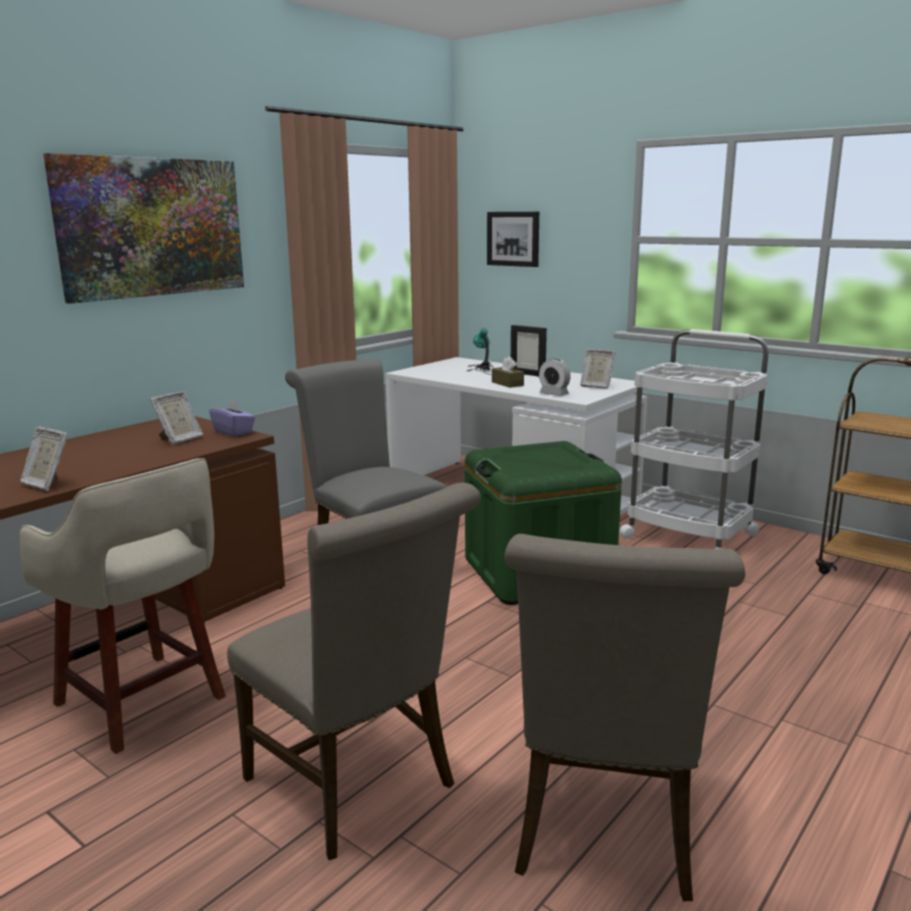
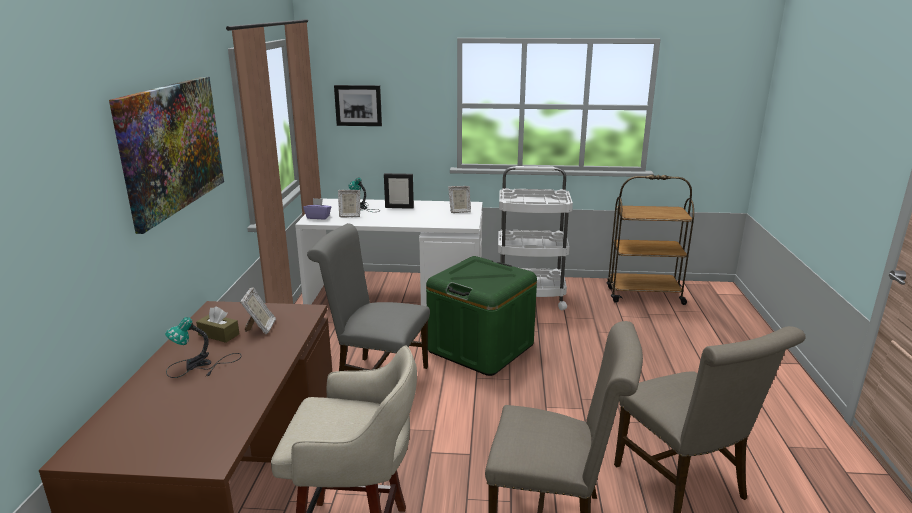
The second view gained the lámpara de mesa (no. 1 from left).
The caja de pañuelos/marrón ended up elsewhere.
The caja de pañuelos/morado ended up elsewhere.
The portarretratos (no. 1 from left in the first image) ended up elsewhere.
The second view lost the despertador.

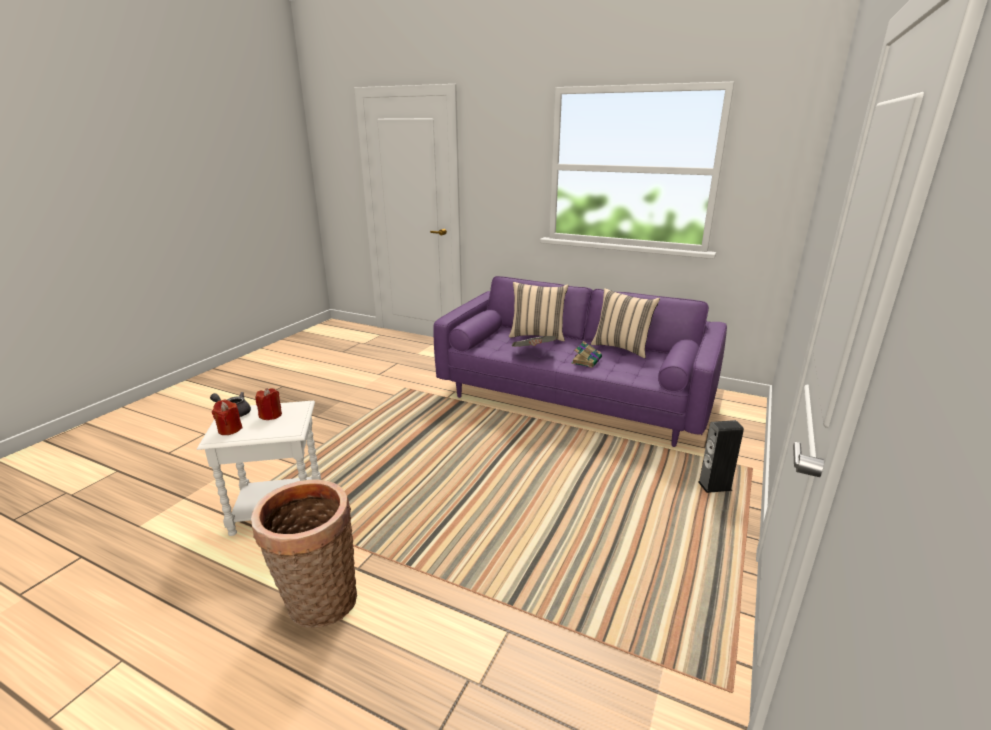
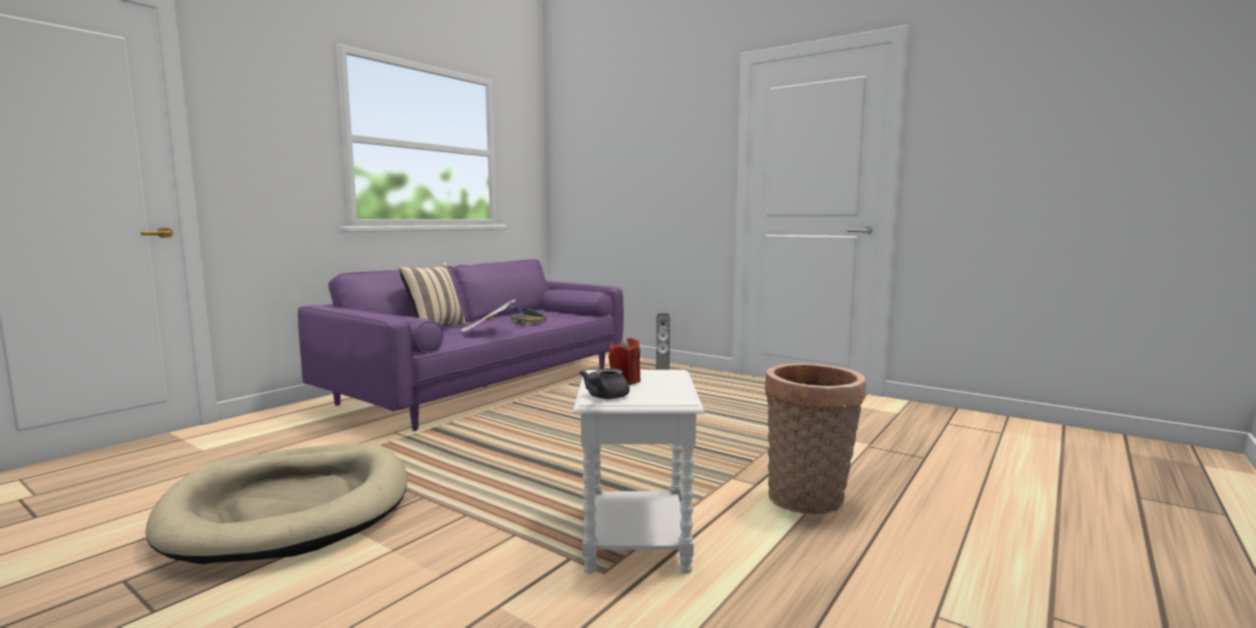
The second view gained the cama para perro/beis.
The second view lost the vela/rojo (no. 1 from left).
The second view lost the cojín/beis (no. 2 from left).

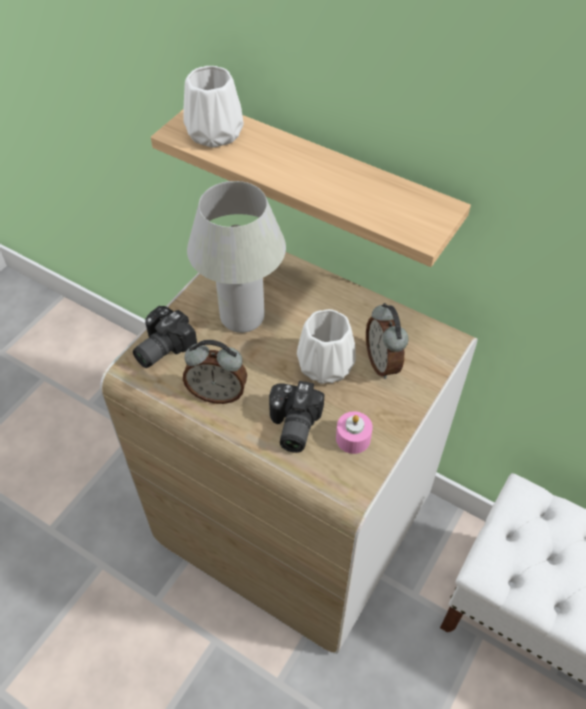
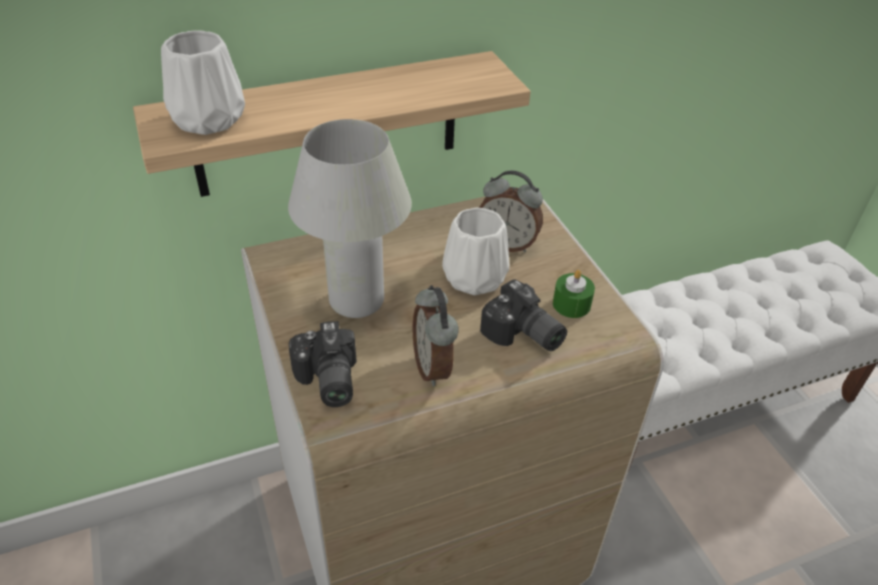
The despertador (no. 1 from left) ended up facing another way, 120 degrees clockwise from before.
What was the vela/rosa turned into the vela/verde.

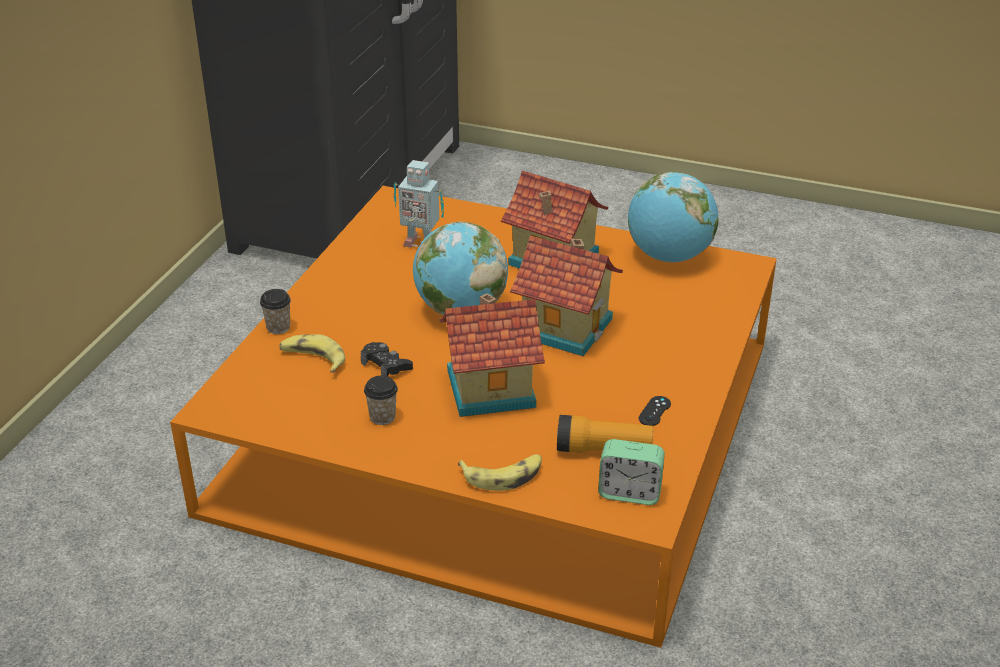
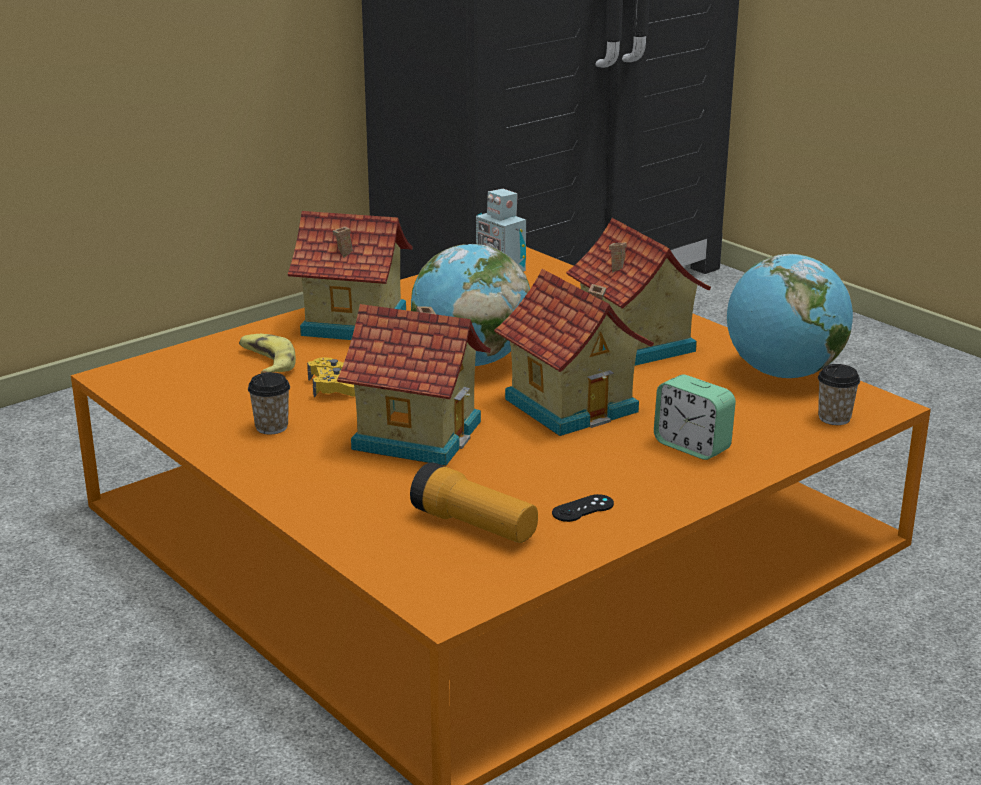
The second view gained the casita (no. 1 from left).
What was the mando de consola/negro (no. 1 from left) turned into the mando de consola/amarillo.
The despertador ended up elsewhere.
The taza (no. 1 from left in the first image) ended up elsewhere.
The second view lost the plátano (no. 2 from left).

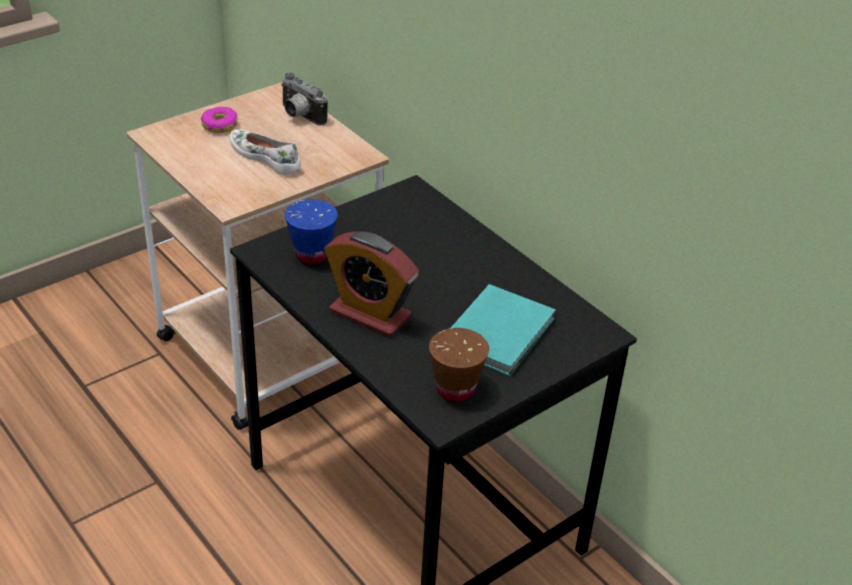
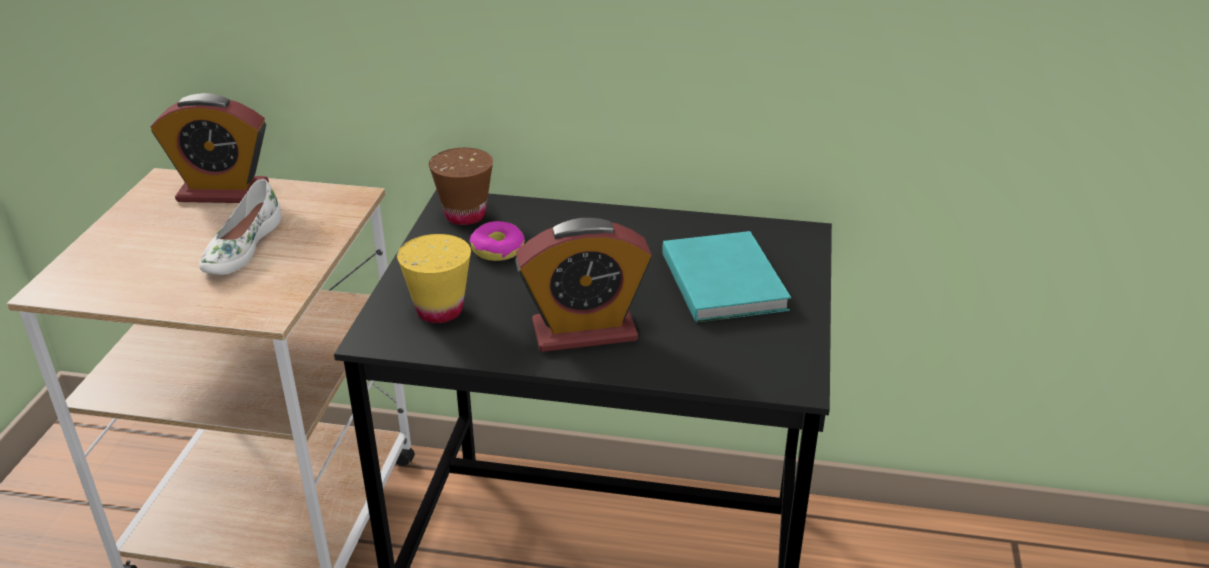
Where the cámara stood, the despertador (no. 1 from left) came to stand.
The zapato/blanco ended up facing another way, 75 degrees counterclockwise from before.
What was the taza/azul turned into the taza/amarillo.
The taza/marrón ended up elsewhere.
The rosquilla ended up elsewhere.

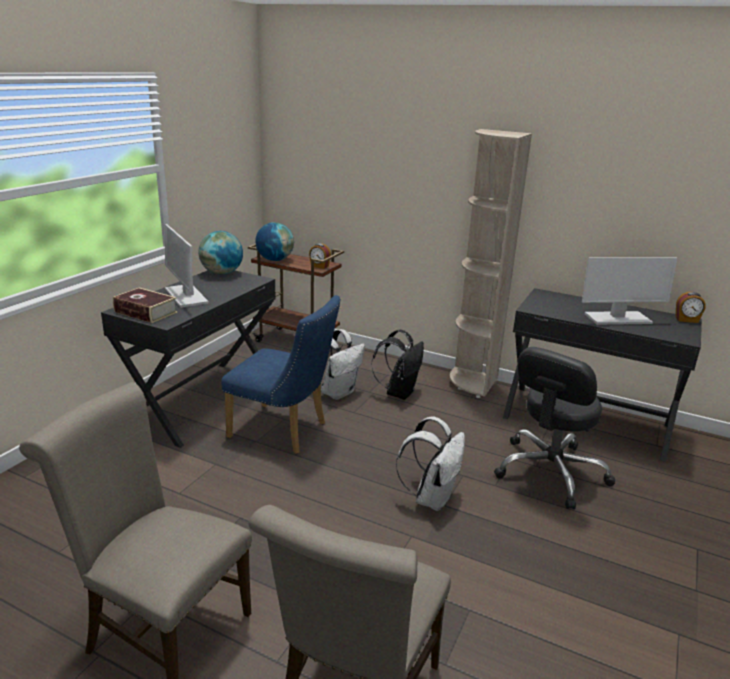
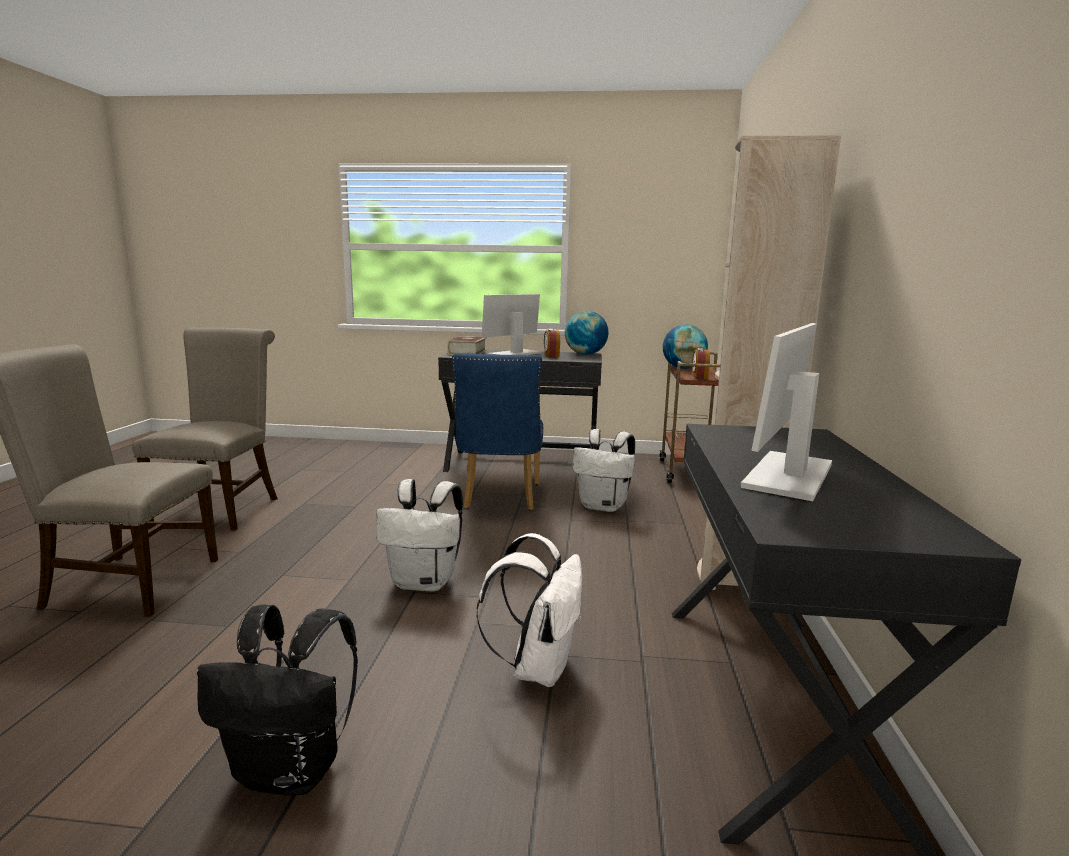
The mochila/negro ended up elsewhere.
Where the silla de oficina/negro stood, the mochila/blanco (no. 2 from left) came to stand.
The despertador (no. 2 from left in the first image) ended up elsewhere.
The monitor (no. 2 from left) ended up facing another way, 60 degrees clockwise from before.

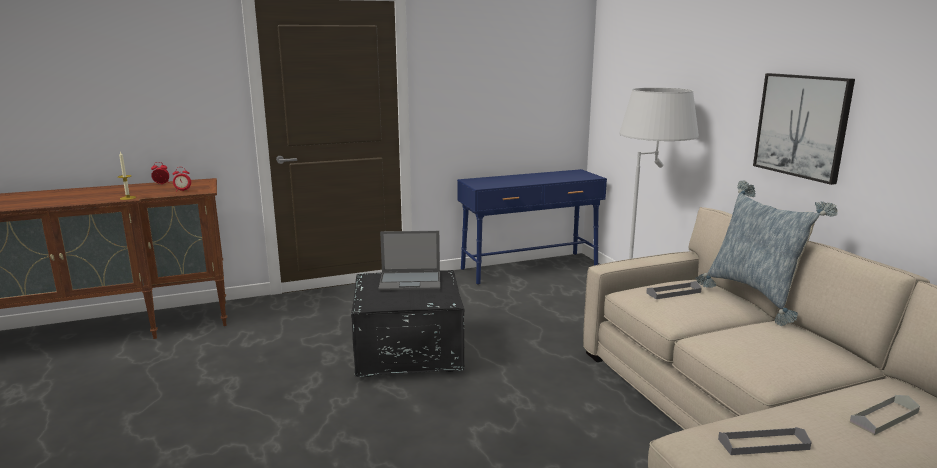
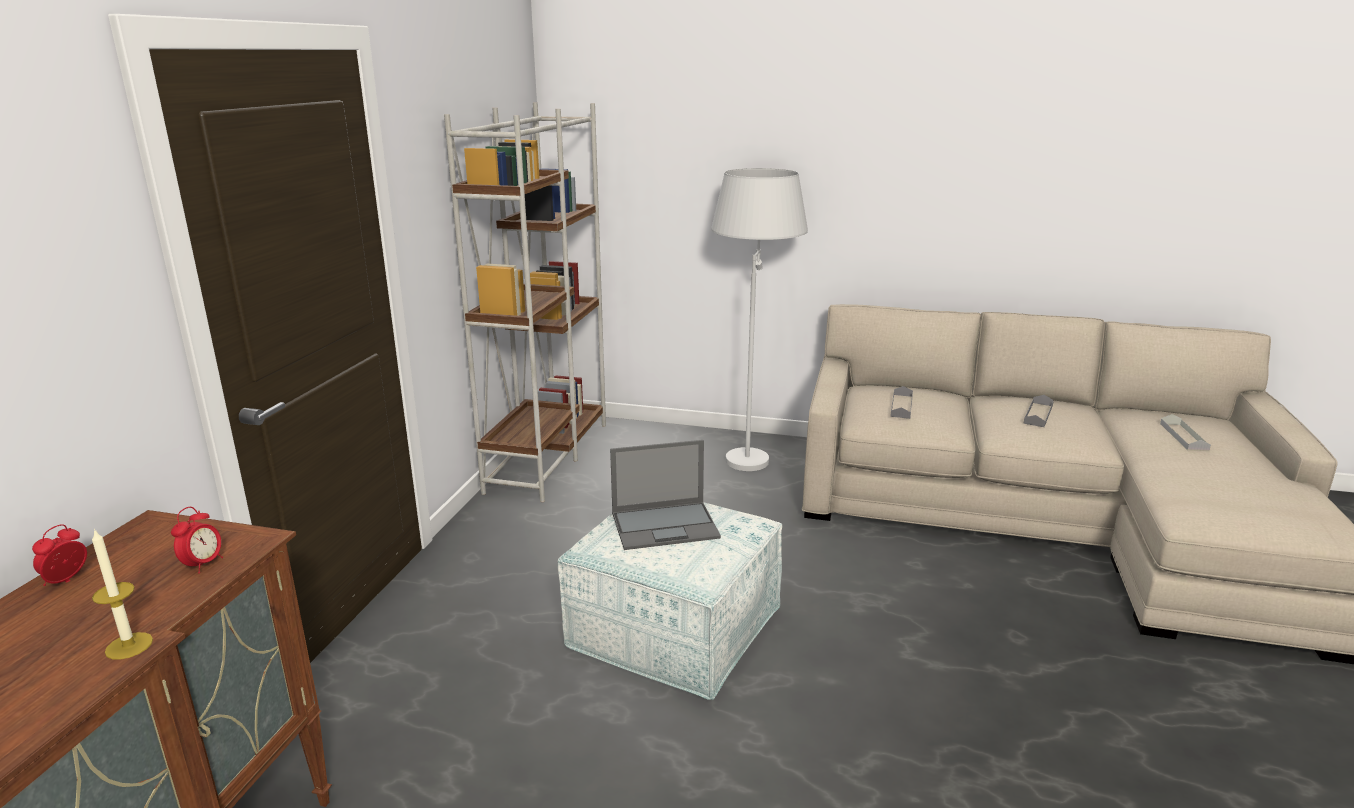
Where the mesa consola/azul stood, the estantería/marrón came to stand.
What was the puf/negro turned into the puf/blanco.
The portátil ended up facing another way, 45 degrees clockwise from before.
The bandeja/gris (no. 2 from left) ended up elsewhere.
The second view lost the cojín.
The second view lost the cuadro.

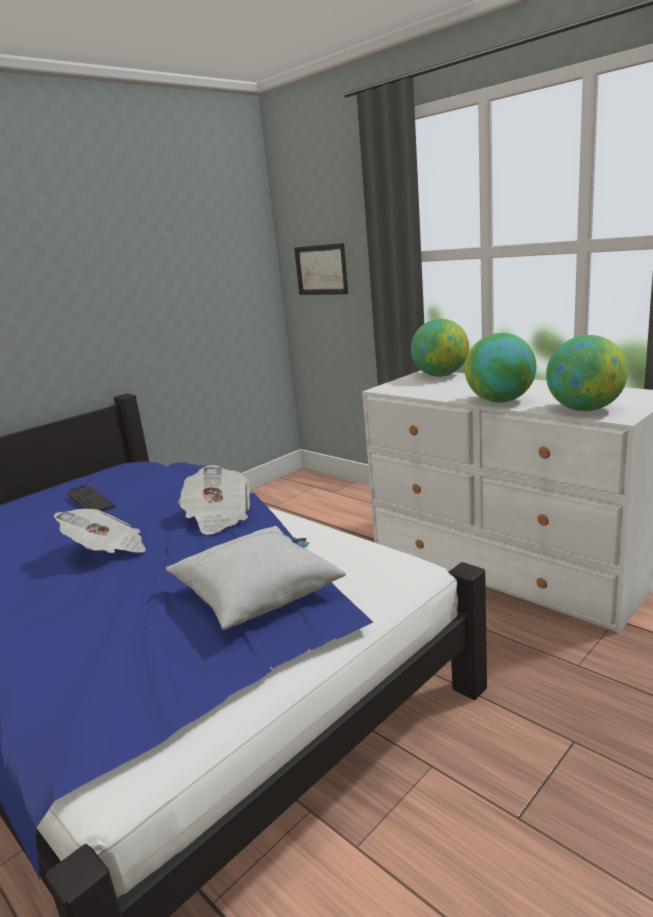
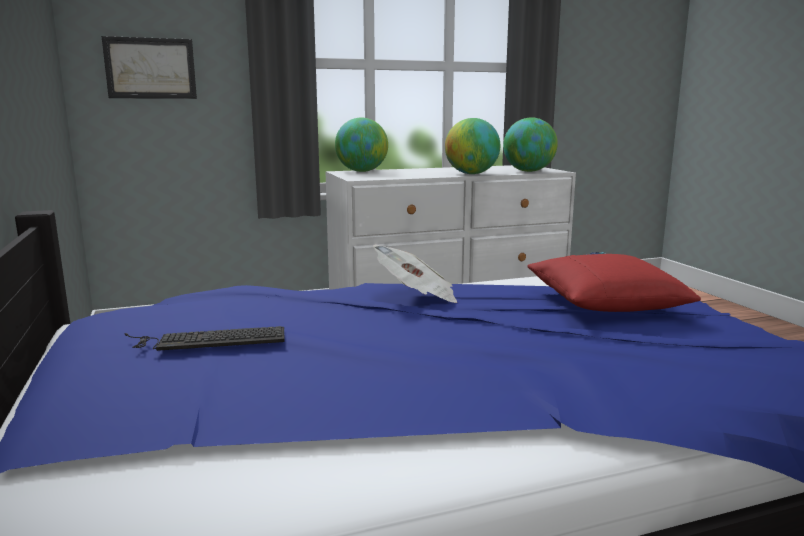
What was the cojín/gris turned into the cojín/rojo.
The second view lost the periódico (no. 1 from left).

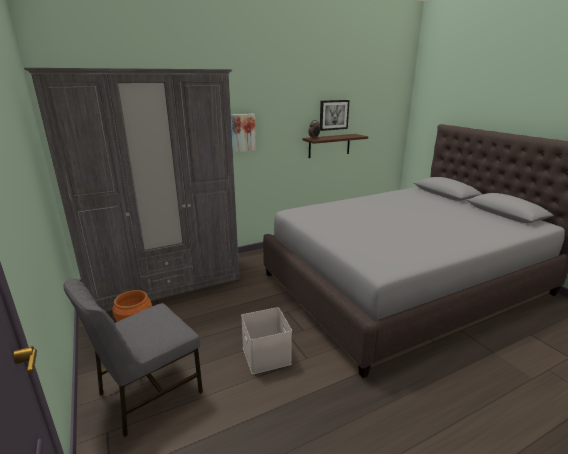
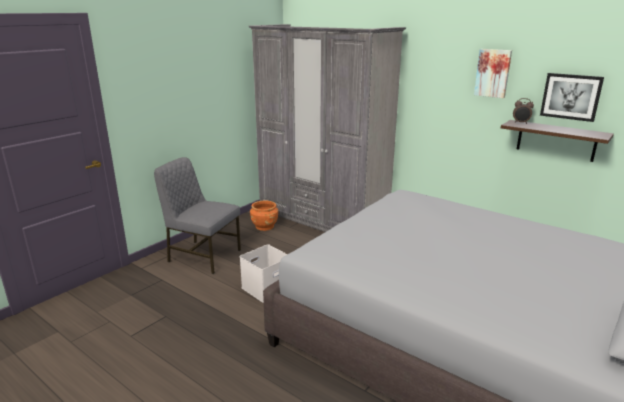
The cuadro (no. 1 from left) ended up elsewhere.

